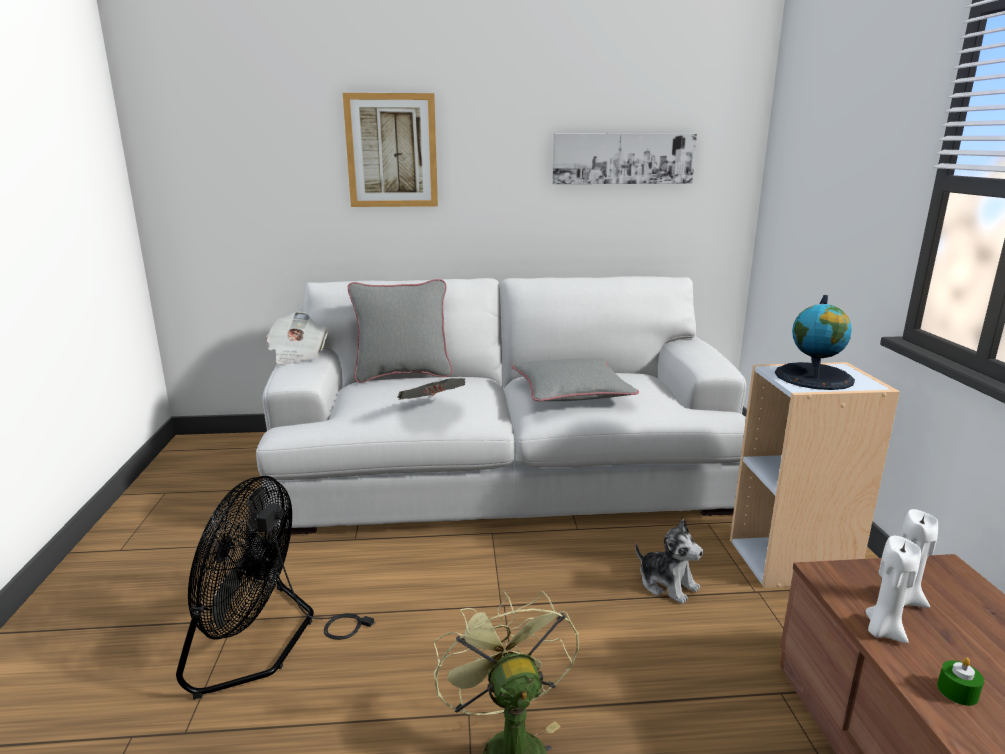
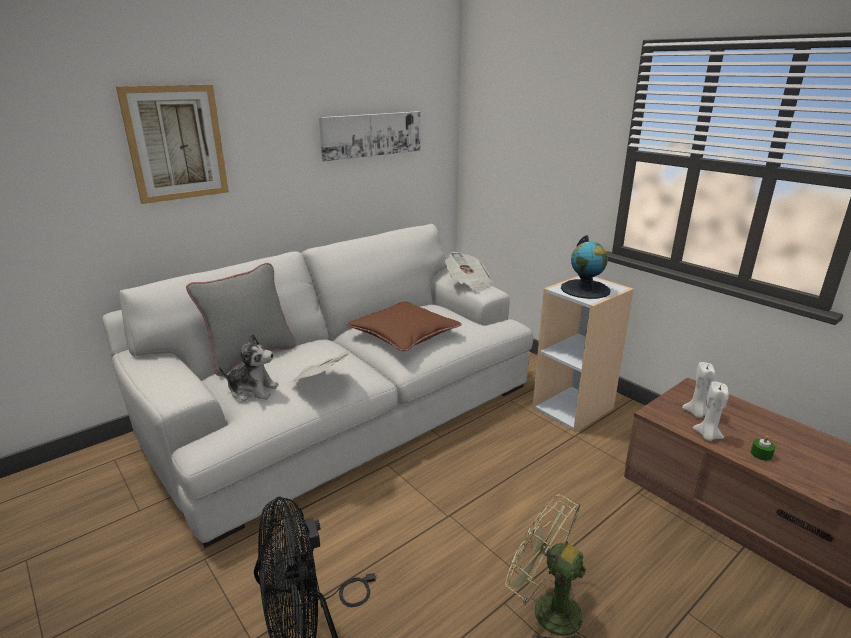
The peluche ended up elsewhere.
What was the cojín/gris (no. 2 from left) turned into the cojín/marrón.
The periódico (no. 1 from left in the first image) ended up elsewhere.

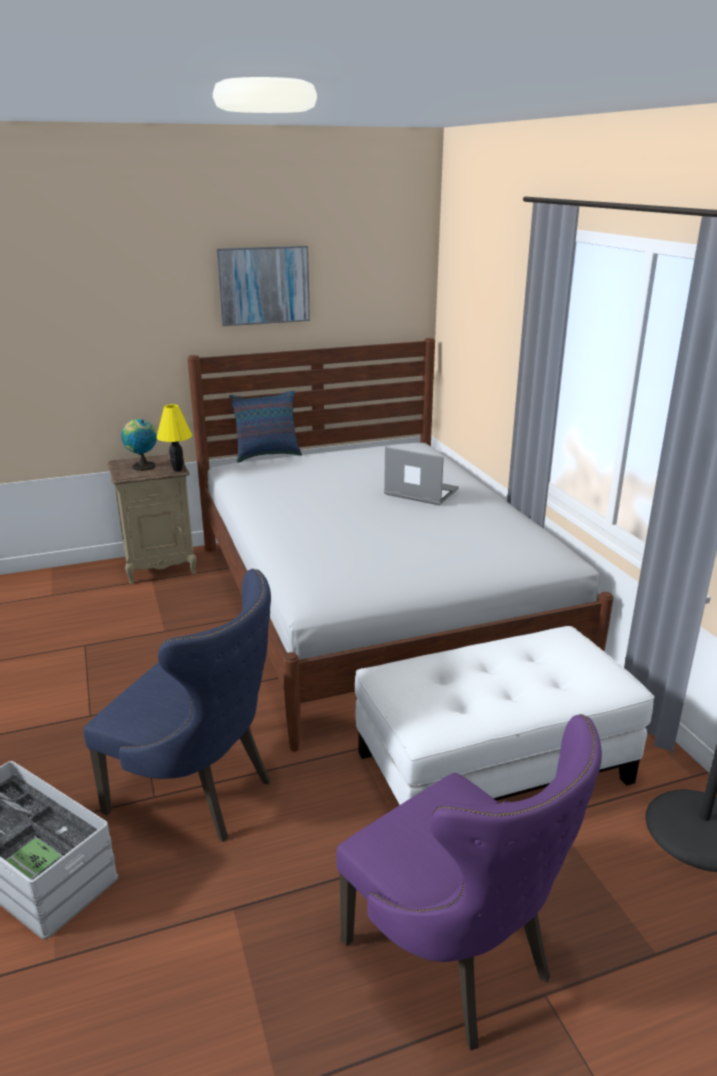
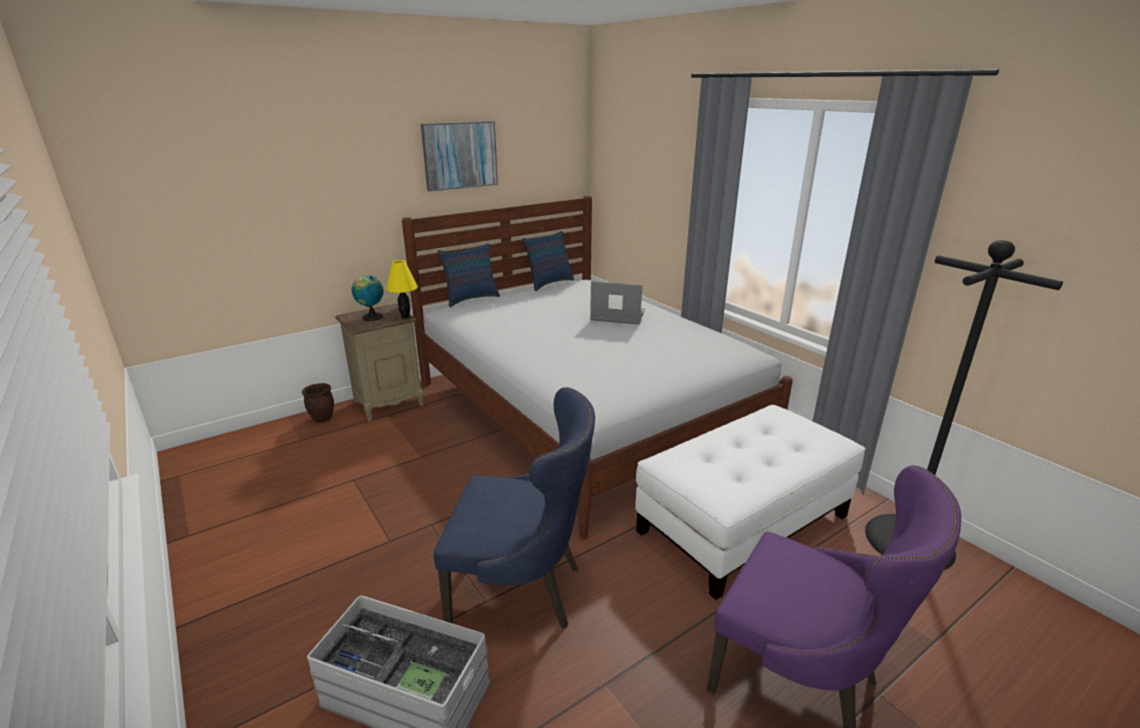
The second view gained the maceta/marrón.
The second view gained the cojín/azul (no. 2 from left).

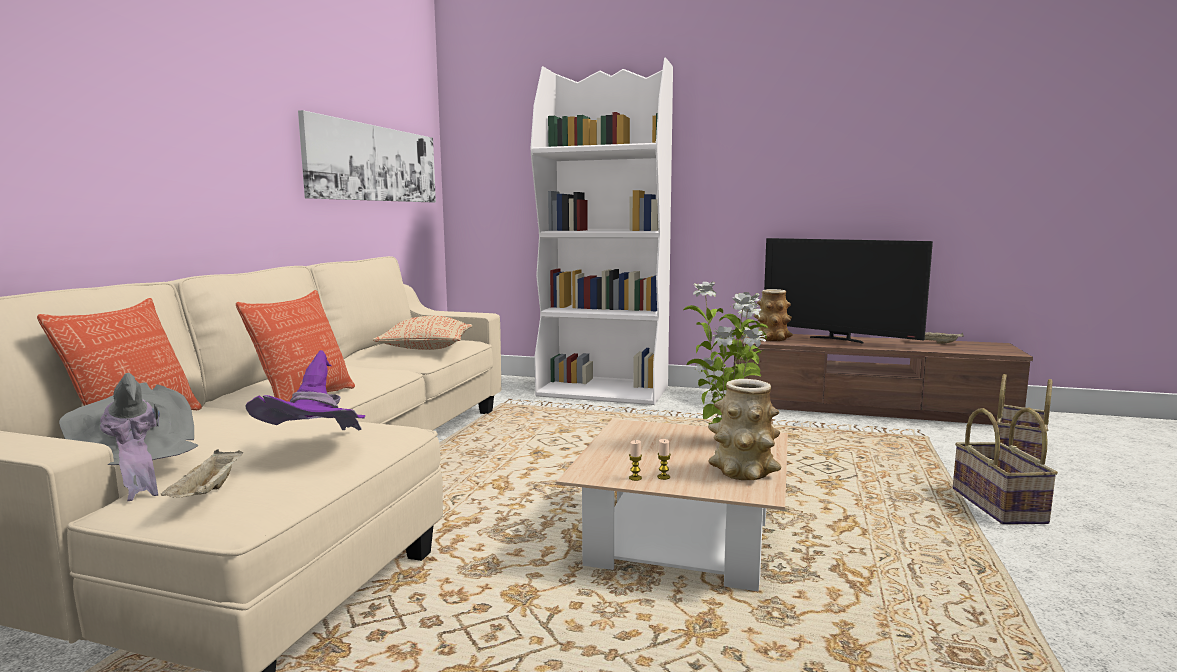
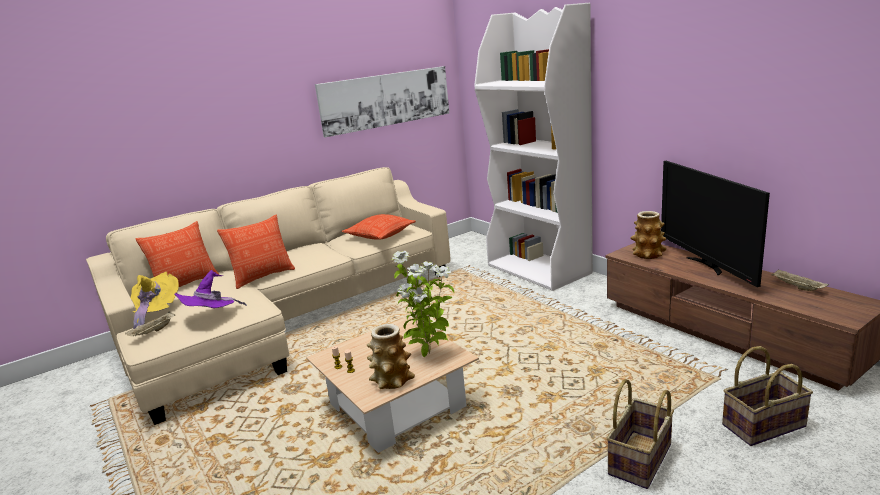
What was the sombrero/gris turned into the sombrero/amarillo.
What was the cojín/beis turned into the cojín/naranja (no. 3 from left).

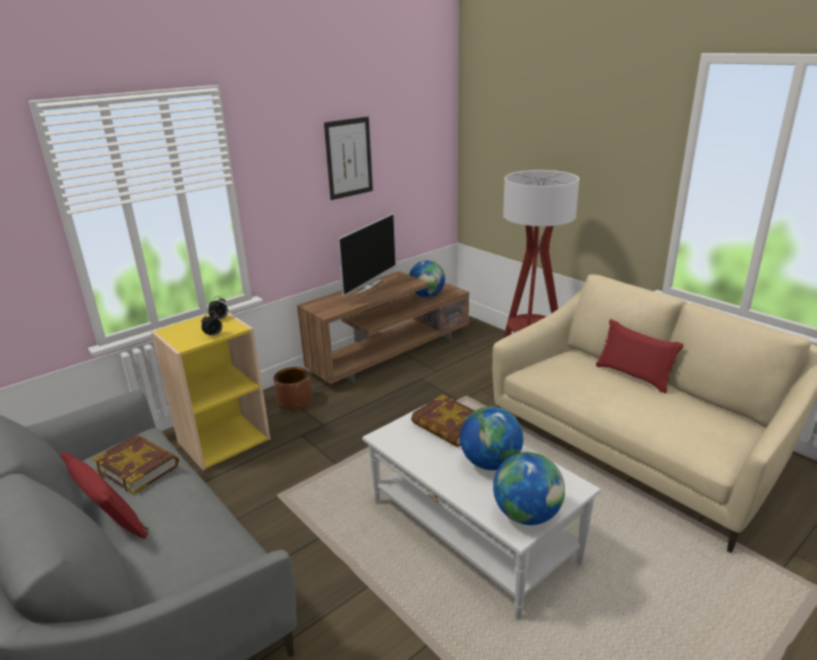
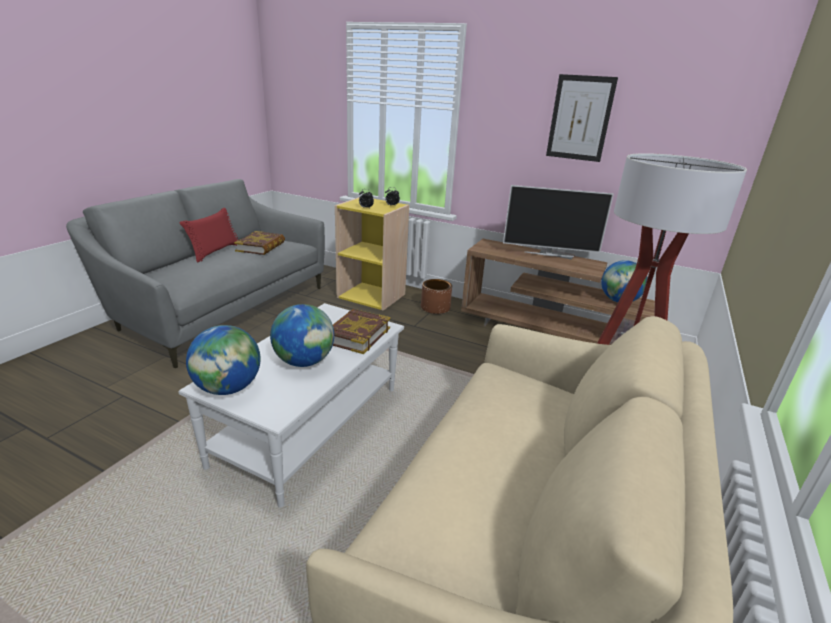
The second view lost the cojín/rojo (no. 2 from left).

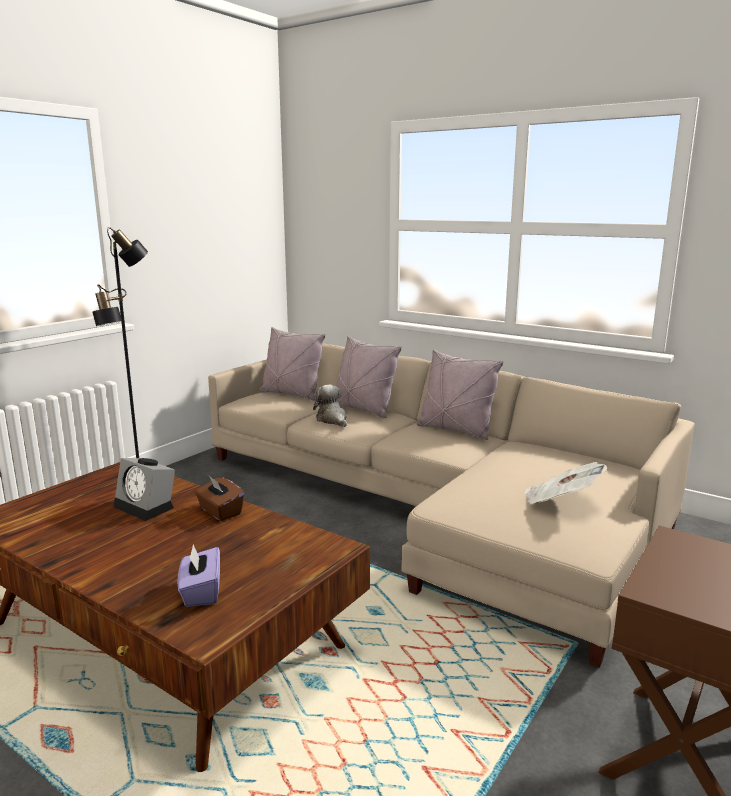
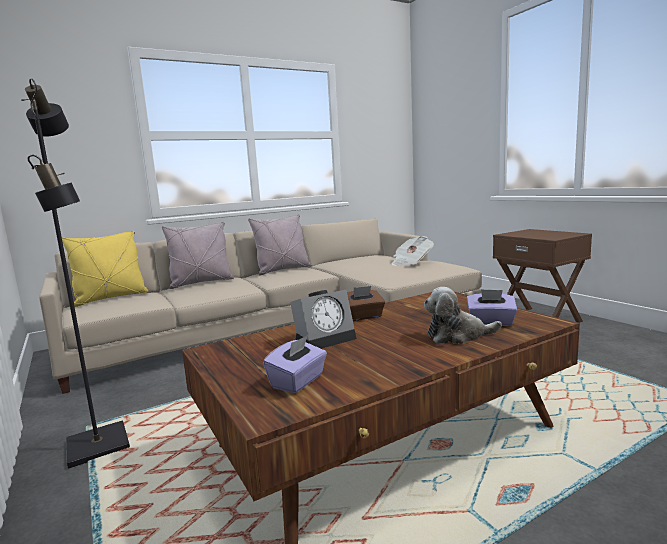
What was the cojín/morado (no. 1 from left) turned into the cojín/amarillo.
The second view gained the caja de pañuelos/morado (no. 1 from left).
The peluche ended up elsewhere.

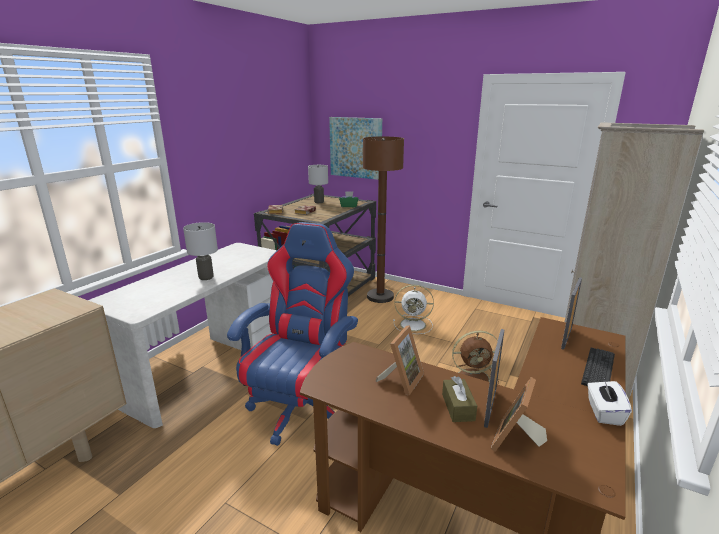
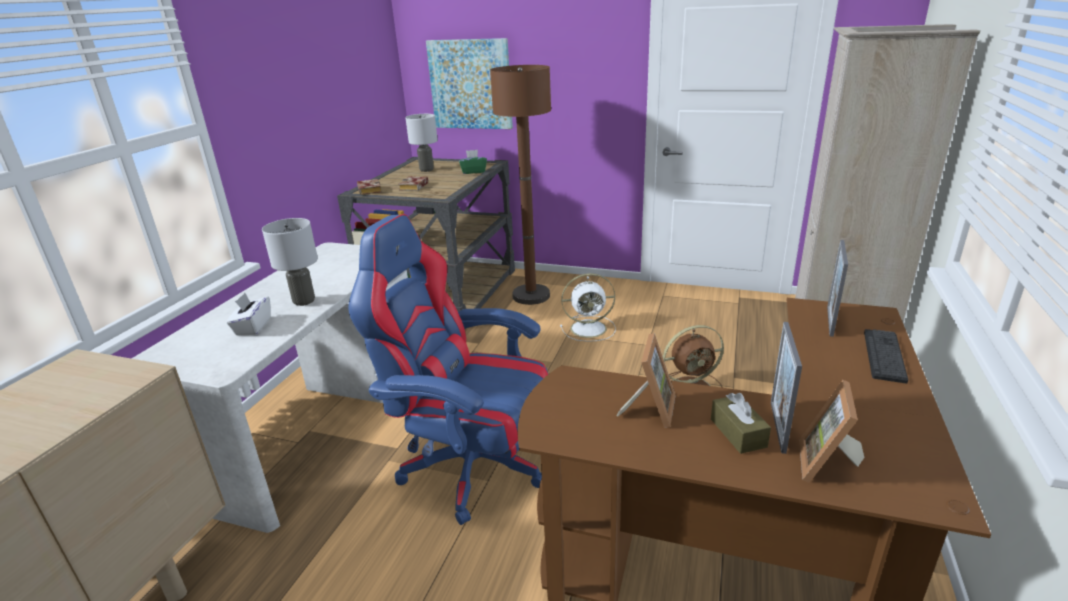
The caja de pañuelos/blanco ended up elsewhere.
The silla de oficina/azul ended up facing another way, 75 degrees counterclockwise from before.

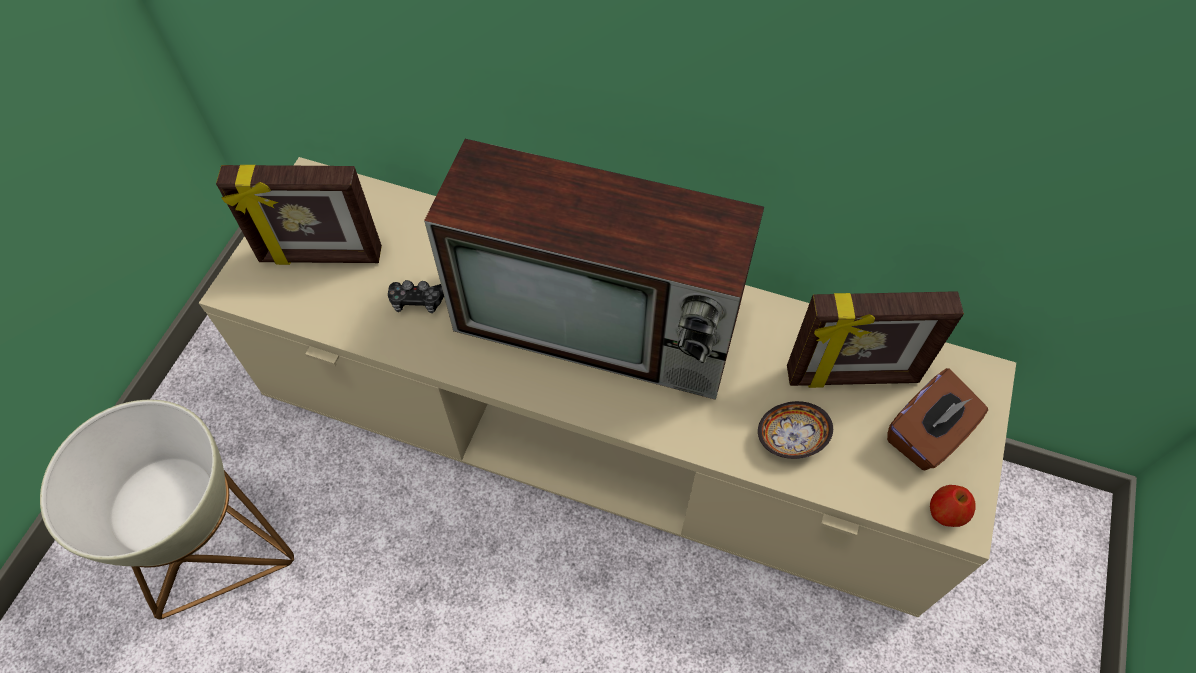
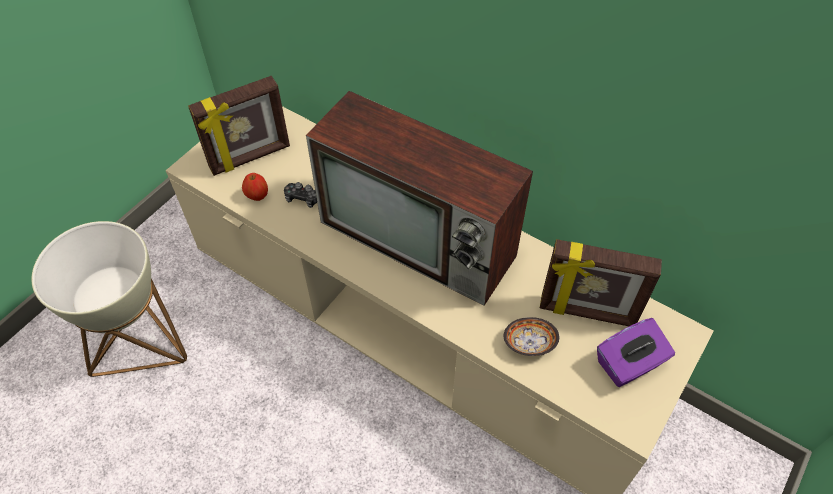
The portarretratos (no. 1 from left) ended up facing another way, 45 degrees counterclockwise from before.
The manzana ended up elsewhere.
What was the caja de pañuelos/marrón turned into the caja de pañuelos/morado.

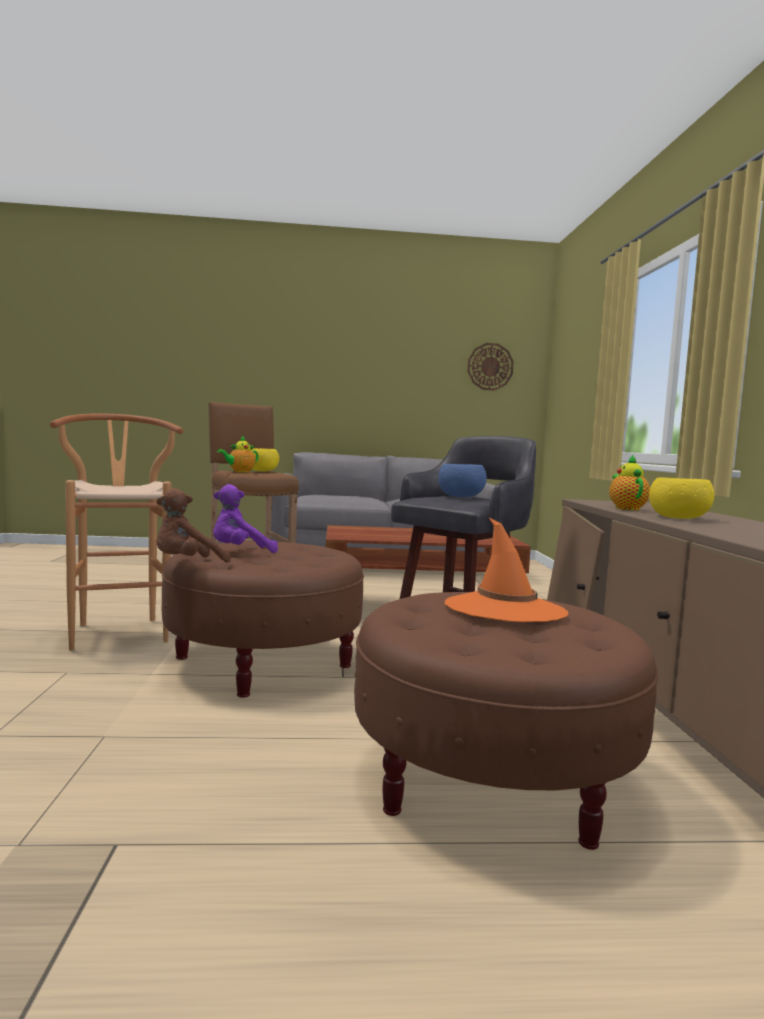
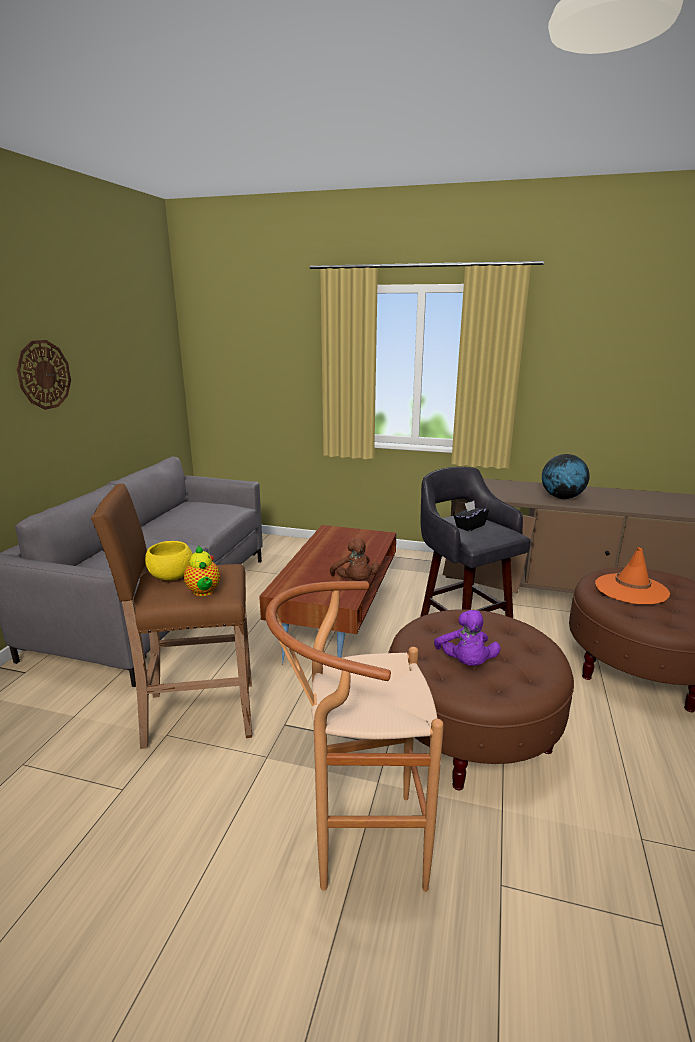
The reloj de pared ended up elsewhere.
The peluche/marrón ended up elsewhere.
Where the cuenco/azul stood, the caja de pañuelos/negro came to stand.
Where the cuenco/amarillo (no. 2 from left) stood, the globo terráqueo came to stand.
The second view lost the tetera (no. 2 from left).

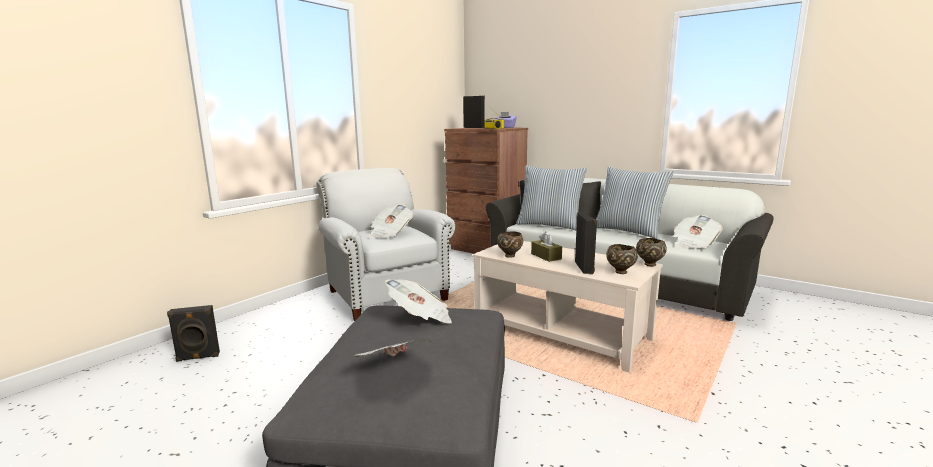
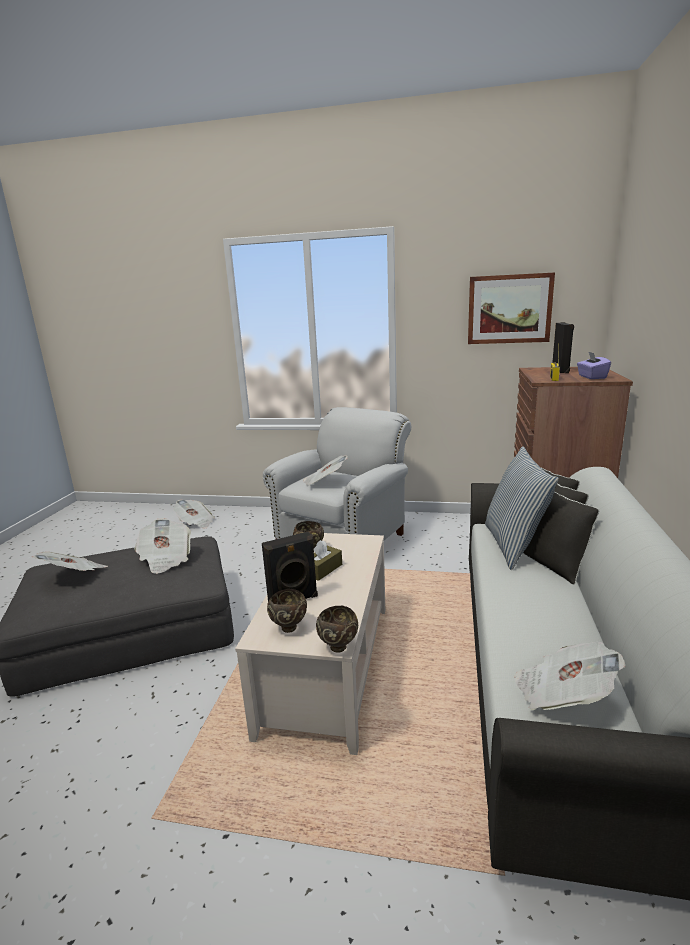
Where the altavoz/negro (no. 1 from left) stood, the periódico (no. 3 from left) came to stand.
The second view gained the cuadro.
The second view lost the cojín (no. 2 from left).

